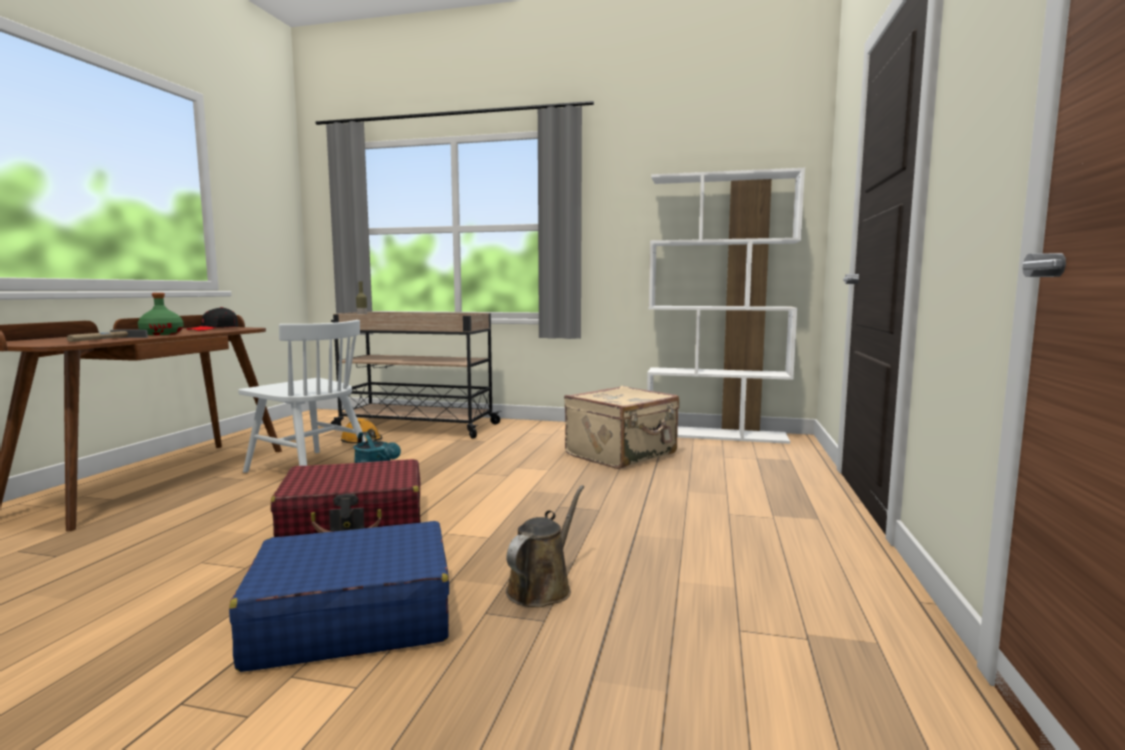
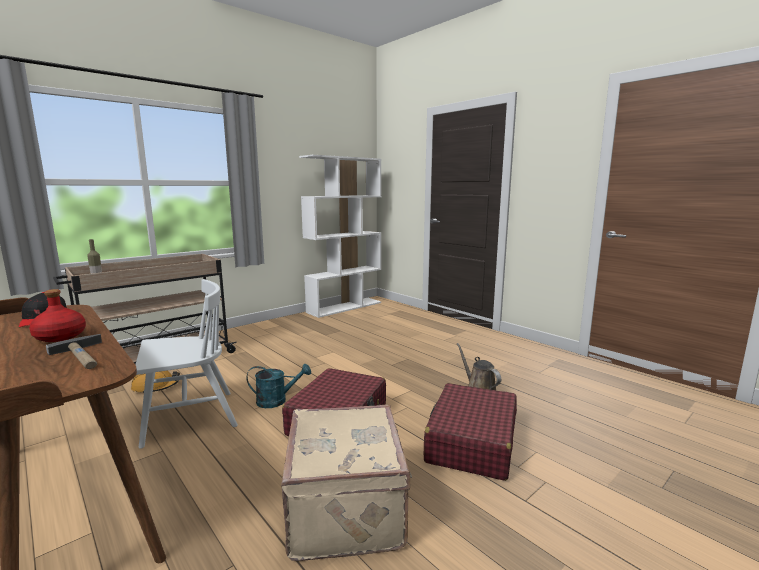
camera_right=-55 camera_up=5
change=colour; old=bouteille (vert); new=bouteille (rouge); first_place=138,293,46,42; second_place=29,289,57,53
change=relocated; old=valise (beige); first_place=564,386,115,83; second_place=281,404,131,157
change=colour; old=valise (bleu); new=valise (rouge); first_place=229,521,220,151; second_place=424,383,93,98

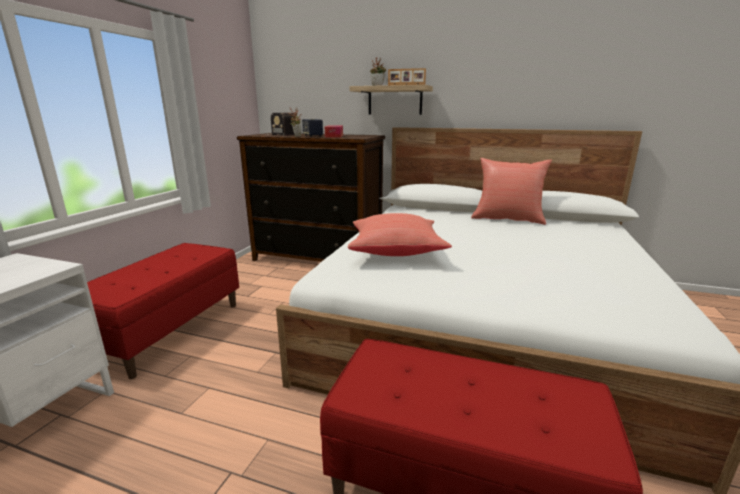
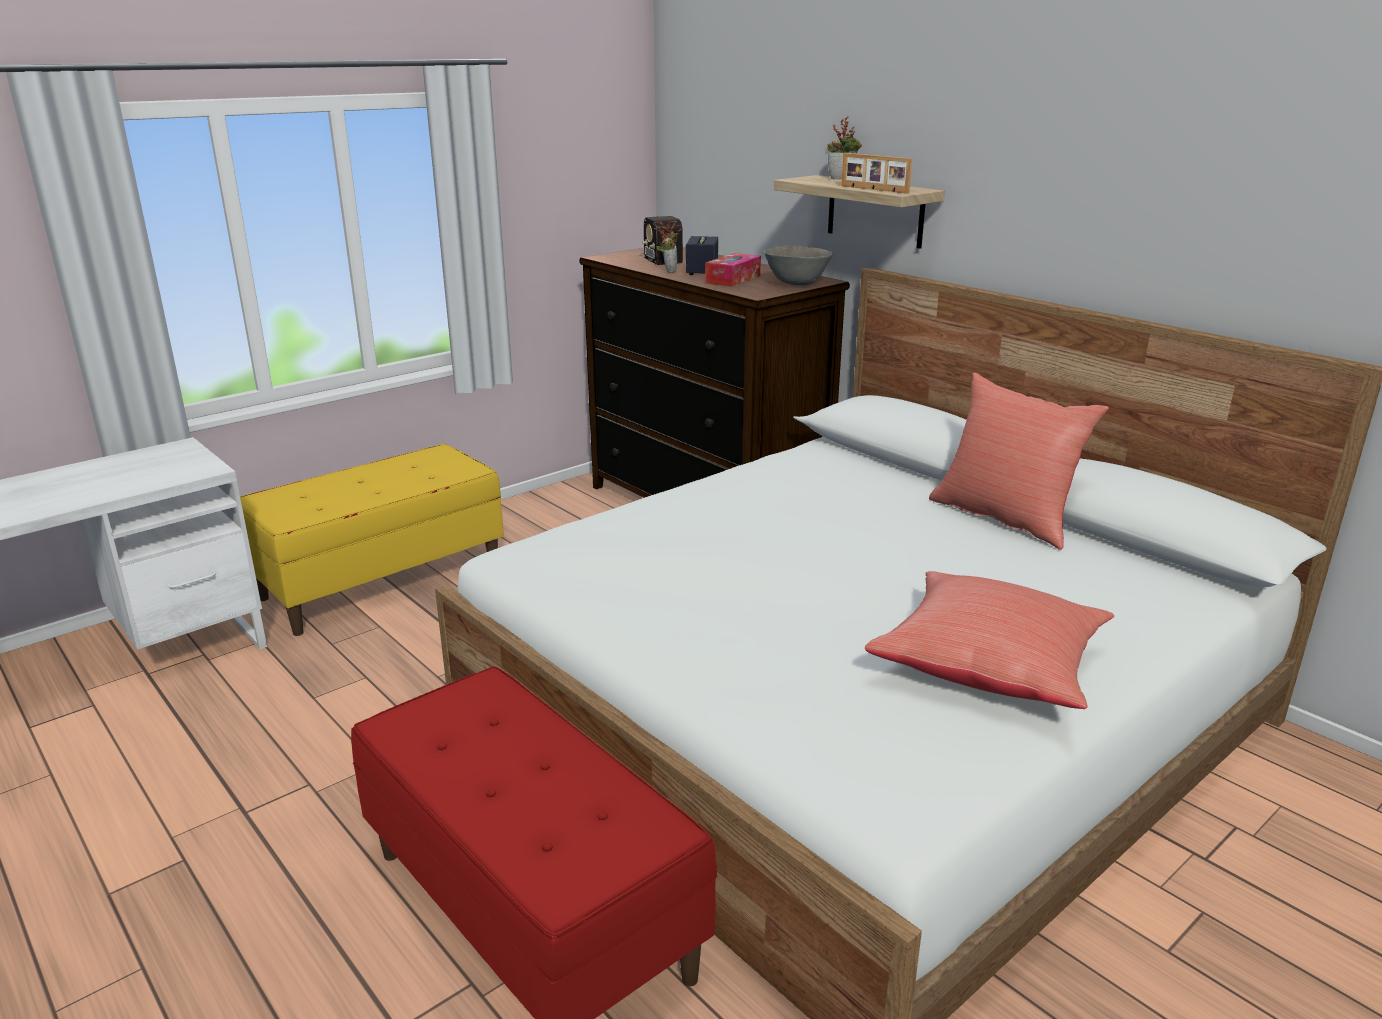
camera_right=30 camera_up=5
change=relocated; old=coussin (rouge); first_place=348,213,104,43; second_place=865,571,249,138
change=colour; old=banc (rouge); new=banc (jaune); first_place=87,243,152,136; second_place=240,444,264,192
change=appeared; new=bol (gris); second_place=764,245,69,41

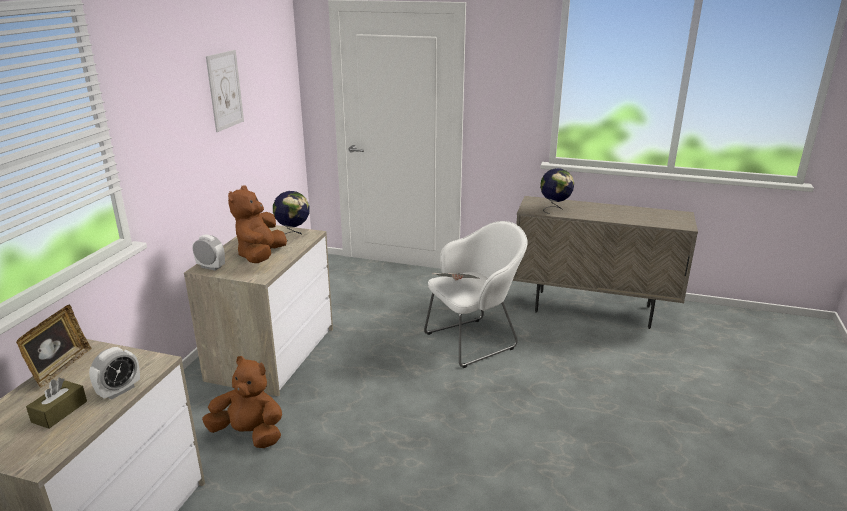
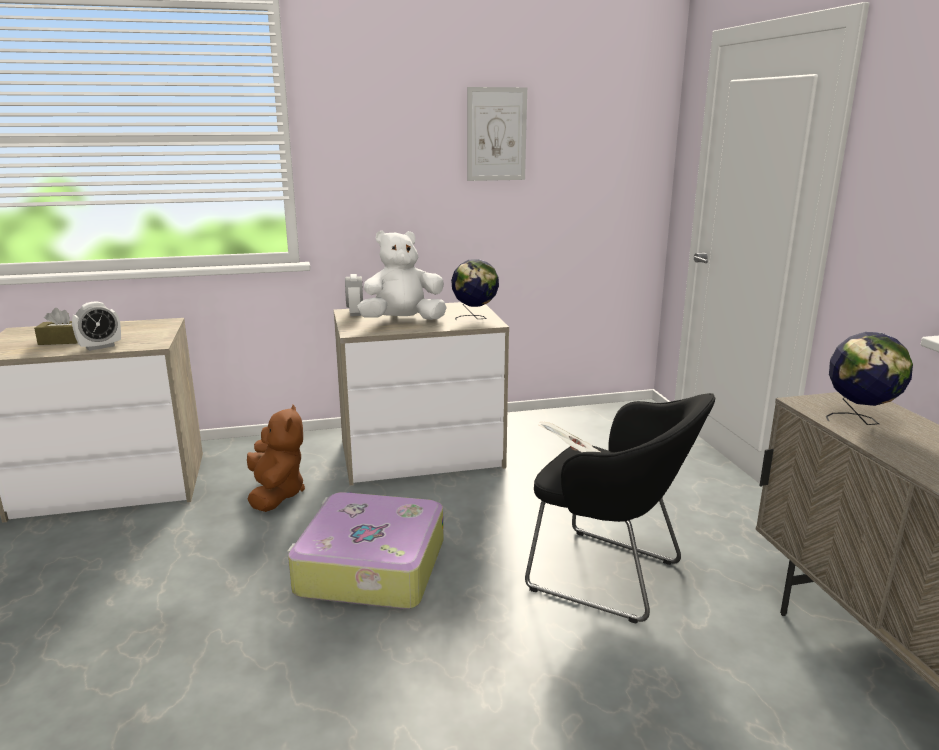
camera_right=60 camera_up=-5
change=colour; old=peluche (marron); new=peluche (blanc); first_place=228,185,59,78; second_place=358,231,89,89
change=colour; old=fauteuil (blanc); new=fauteuil (noir); first_place=424,221,104,147; second_place=525,393,191,231
change=missing; old=cadre photo; first_place=16,305,76,82
change=spun; old=réveil; first_place=89,347,51,53; second_place=72,301,49,50; degrees=-45
change=appeared; new=valise; second_place=287,492,156,117

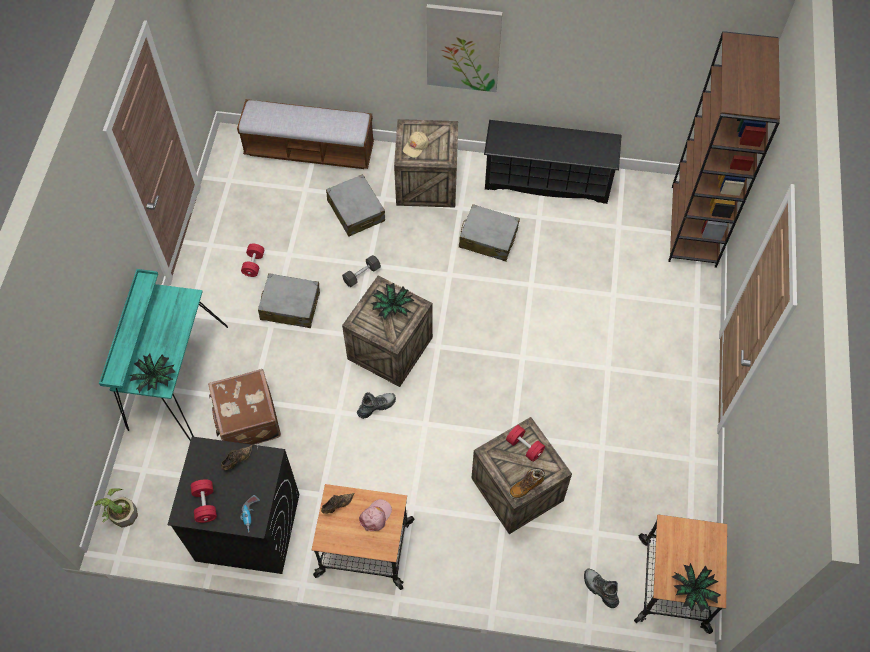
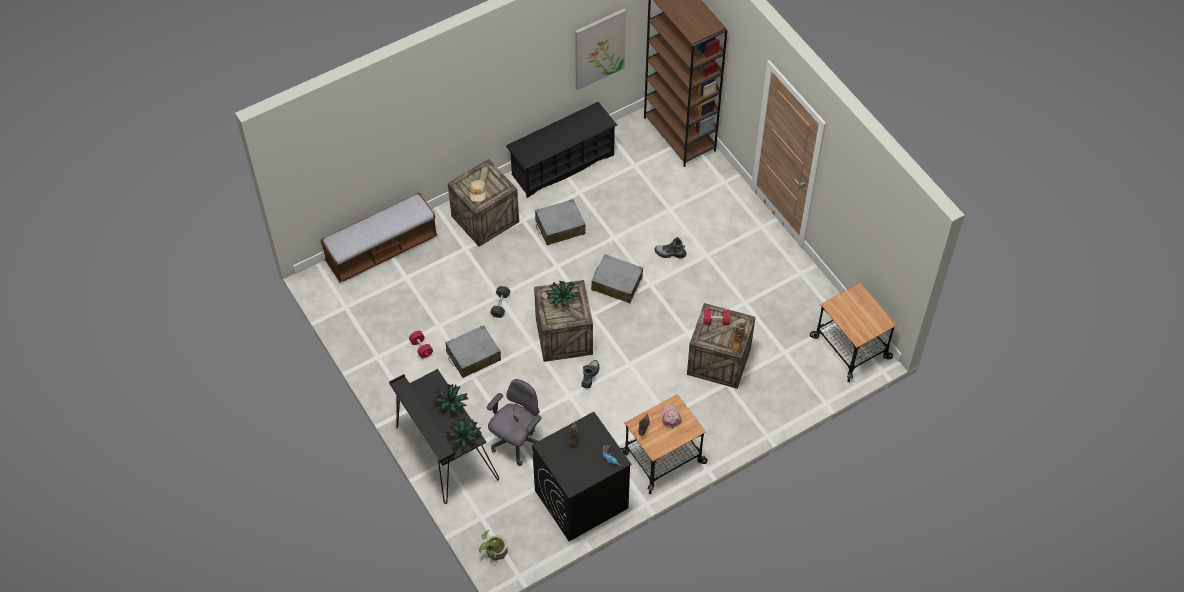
camera_right=-40 camera_up=-5
change=relocated; old=tableau; first_place=426,4,76,88; second_place=575,9,51,81
change=relocated; old=valise (gris); first_place=326,174,59,63; second_place=591,254,52,49
change=colour; old=bureau (turquoise); new=bureau (noir); first_place=99,269,129,172; second_place=389,369,110,135
change=exchanged; old=valise (marron); new=chaise de bureau (gris); first_place=208,369,73,76; second_place=487,379,55,87
change=missing; old=haltère (rouge); first_place=191,480,26,43
change=relocated; old=plante en pot; first_place=672,563,49,50; second_place=433,384,35,30
change=relocated; old=botte; first_place=584,568,35,40; second_place=655,237,32,21

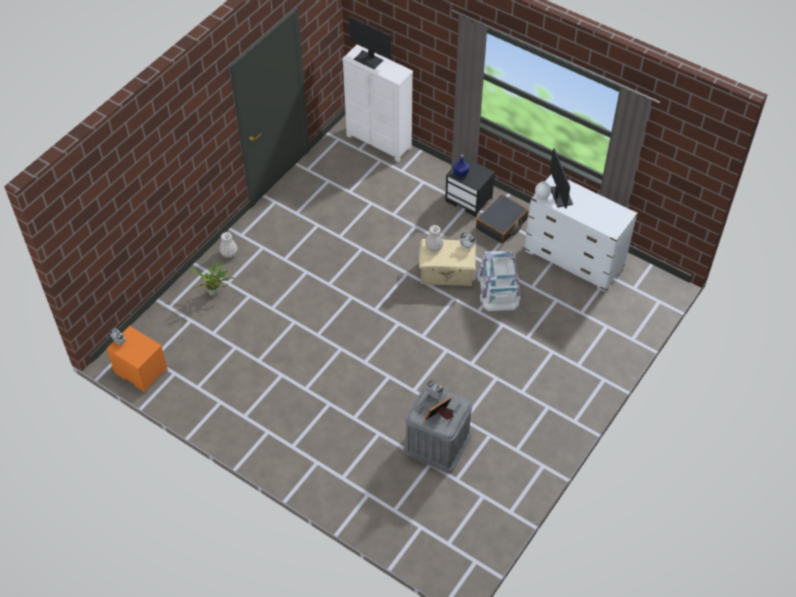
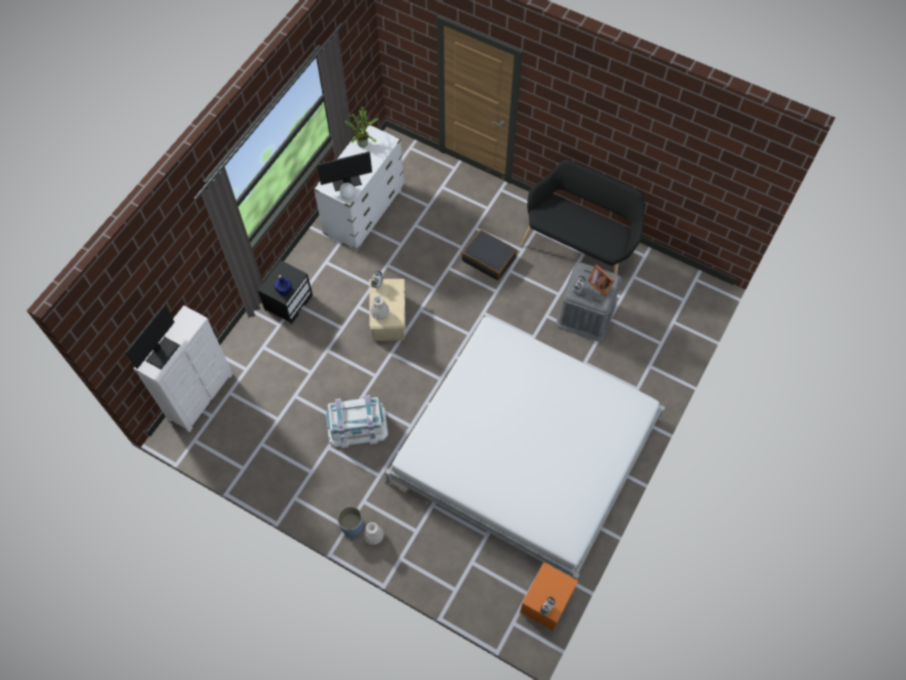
camera_right=-95 camera_up=10
change=relocated; old=valise (noir); first_place=476,194,52,50; second_place=462,230,55,51
change=relocated; old=boîte de rangement (blanc); first_place=477,251,44,60; second_place=326,395,62,53
change=relocated; old=plante en pot; first_place=192,262,44,34; second_place=345,106,33,42
change=appeared; new=banc (noir); second_place=520,160,124,114
change=appeared; new=lit (blanc); second_place=385,316,280,264
change=appeared; new=cache-pot (bleu); second_place=337,506,27,30

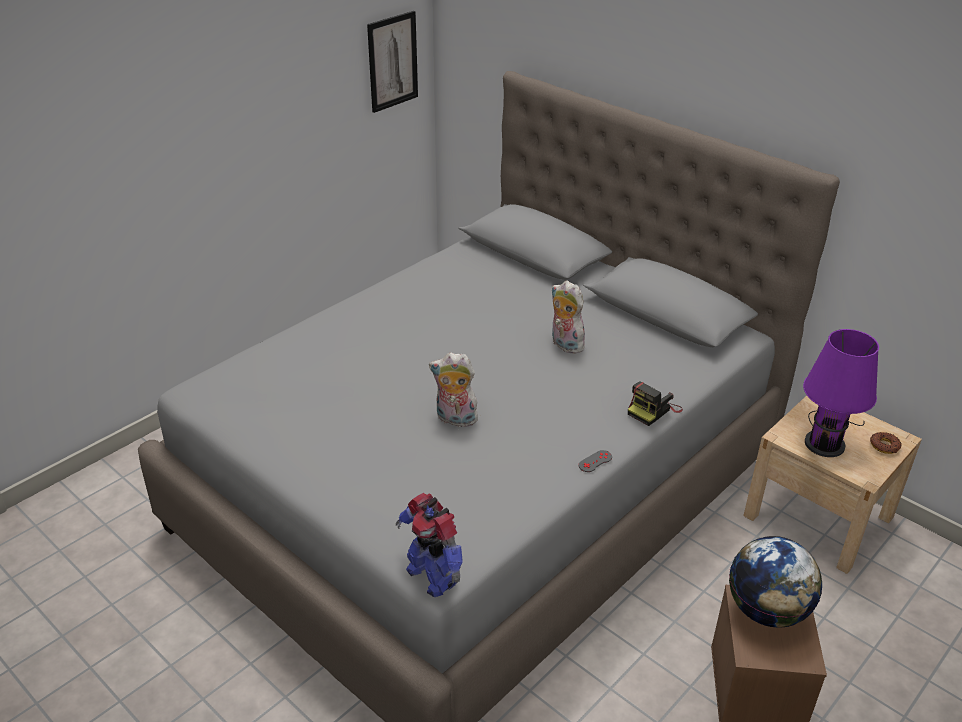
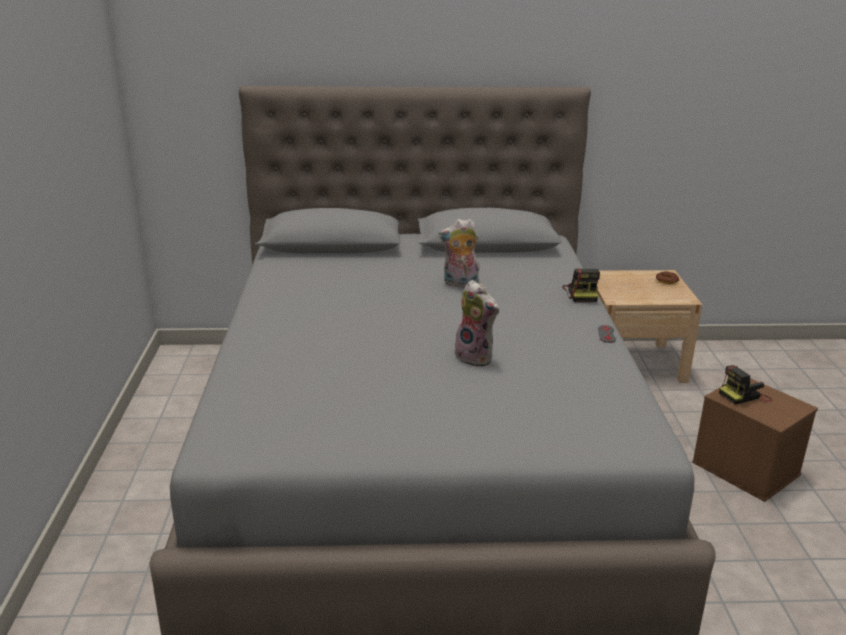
camera_right=-45 camera_up=-10
change=missing; old=tableau; first_place=367,11,51,102
change=missing; old=lampe de table (violet); first_place=803,329,76,128
change=spun; old=peluche; first_place=429,353,49,74; second_place=455,280,44,87; degrees=-105
change=missing; old=robot jouet; first_place=396,493,67,104
change=exchanged; old=globe; new=appareil photo; first_place=729,536,93,92; second_place=719,365,53,40

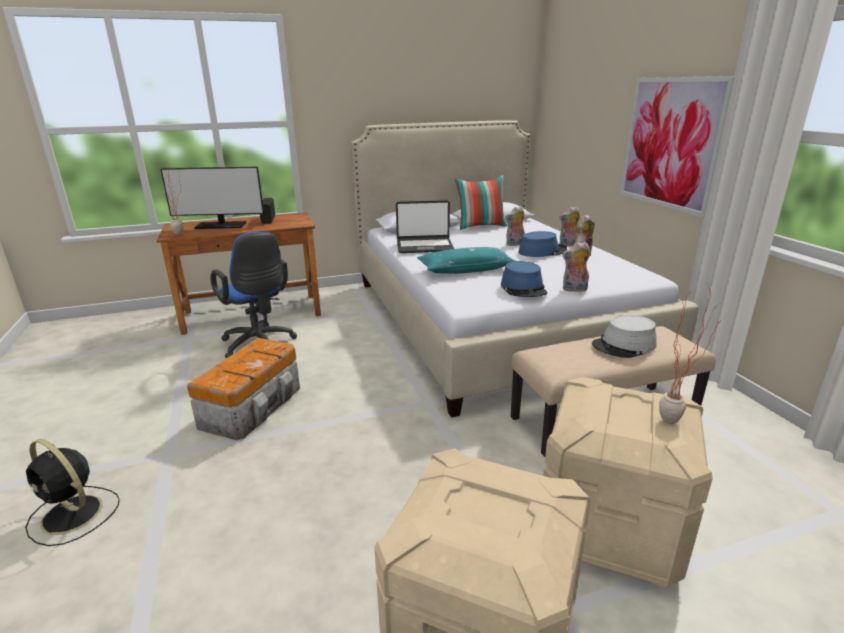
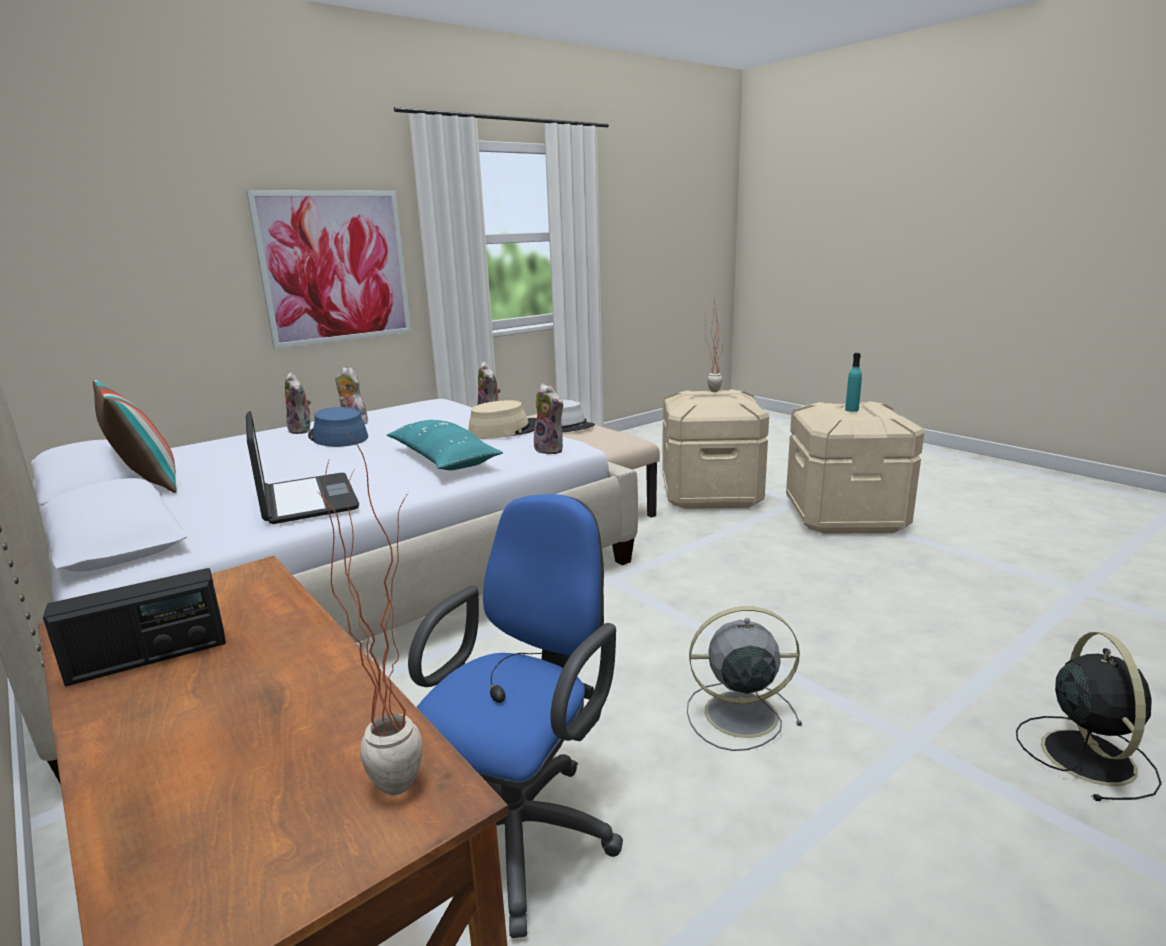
camera_right=-110 camera_up=-5
change=missing; old=écran d'ordinateur; first_place=161,167,103,62
change=relocated; old=peluche; first_place=506,206,19,40; second_place=534,384,29,71
change=colour; old=chapeau (bleu); new=chapeau (beige); first_place=501,261,46,36; second_place=468,400,69,39
change=exchanged; old=boîte de rangement; new=ventilateur (gris); first_place=187,338,113,102; second_place=687,606,115,145
change=appeared; new=bouteille (turquoise); second_place=845,353,17,59

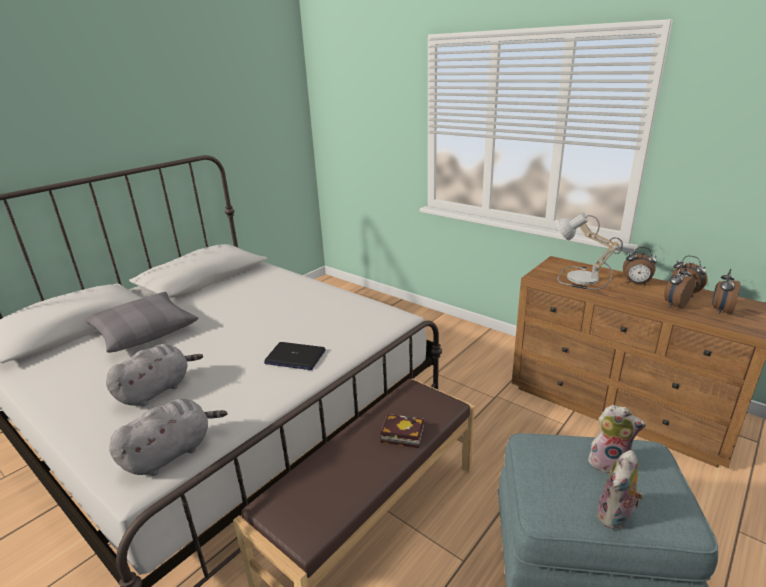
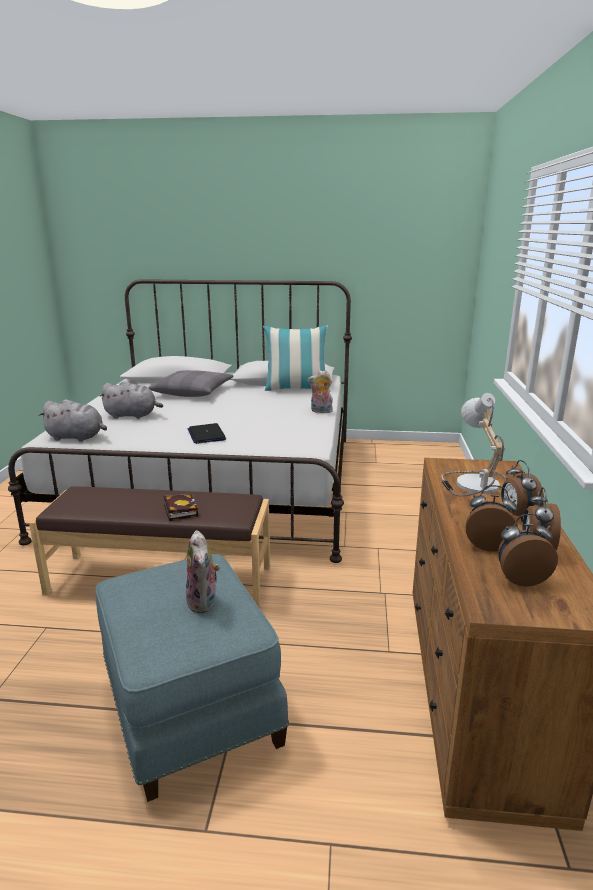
camera_right=55 camera_up=-5
change=relocated; old=peluche; first_place=596,450,47,80; second_place=308,370,25,43
change=appeared; new=coussin; second_place=263,325,67,66

